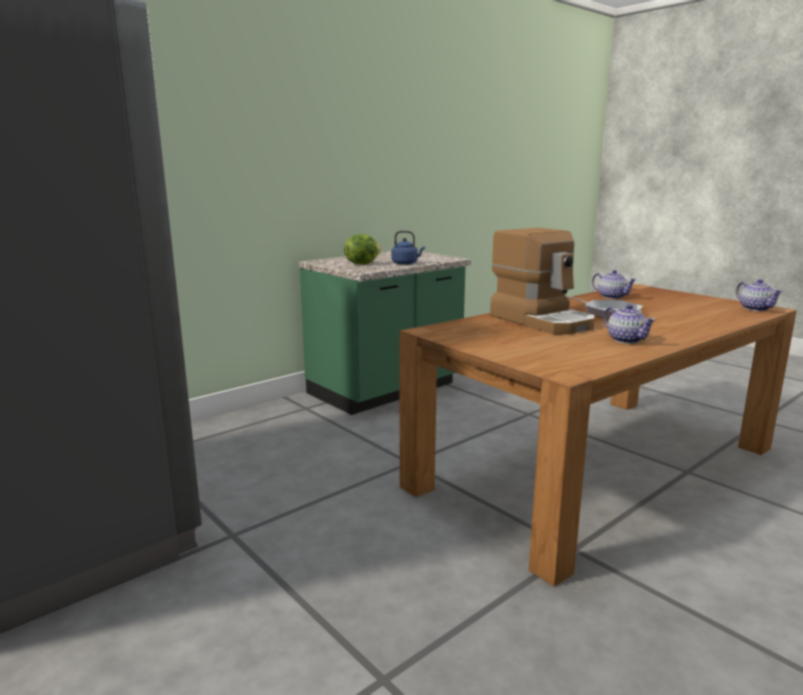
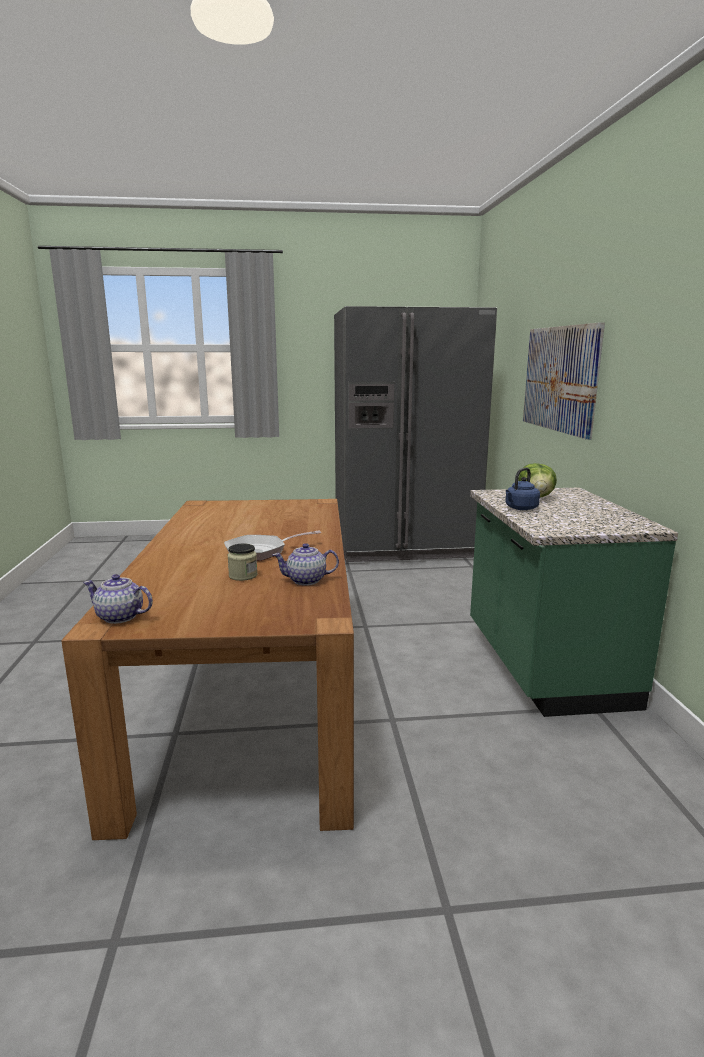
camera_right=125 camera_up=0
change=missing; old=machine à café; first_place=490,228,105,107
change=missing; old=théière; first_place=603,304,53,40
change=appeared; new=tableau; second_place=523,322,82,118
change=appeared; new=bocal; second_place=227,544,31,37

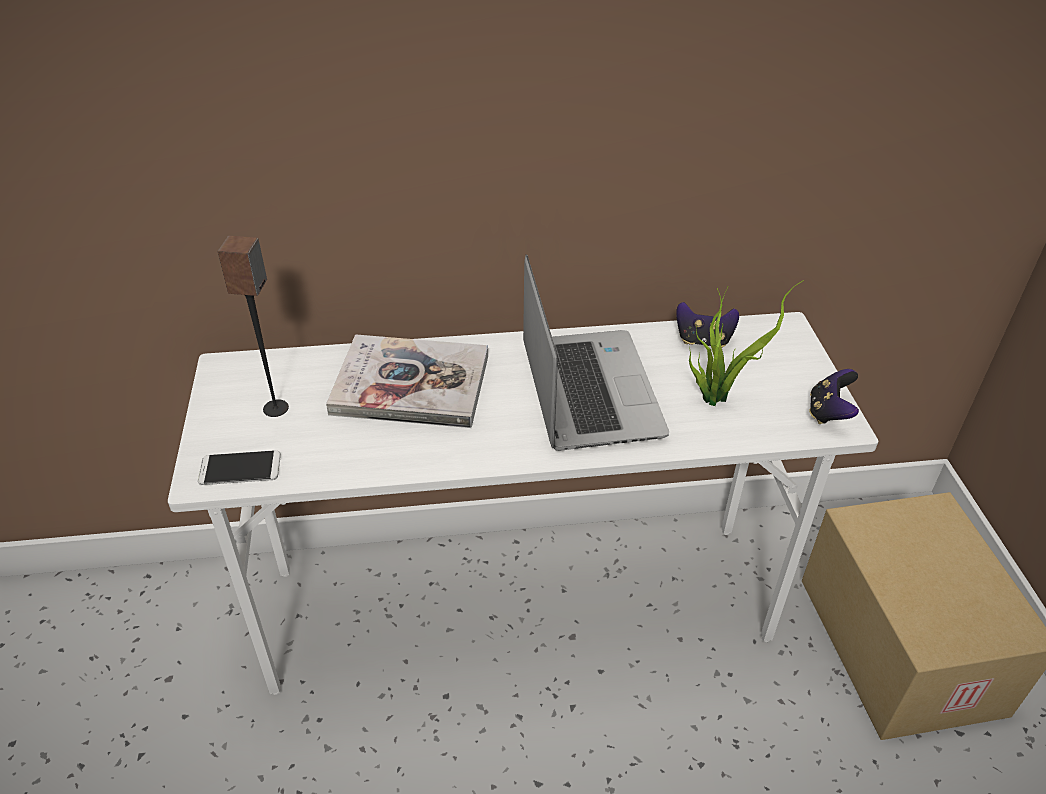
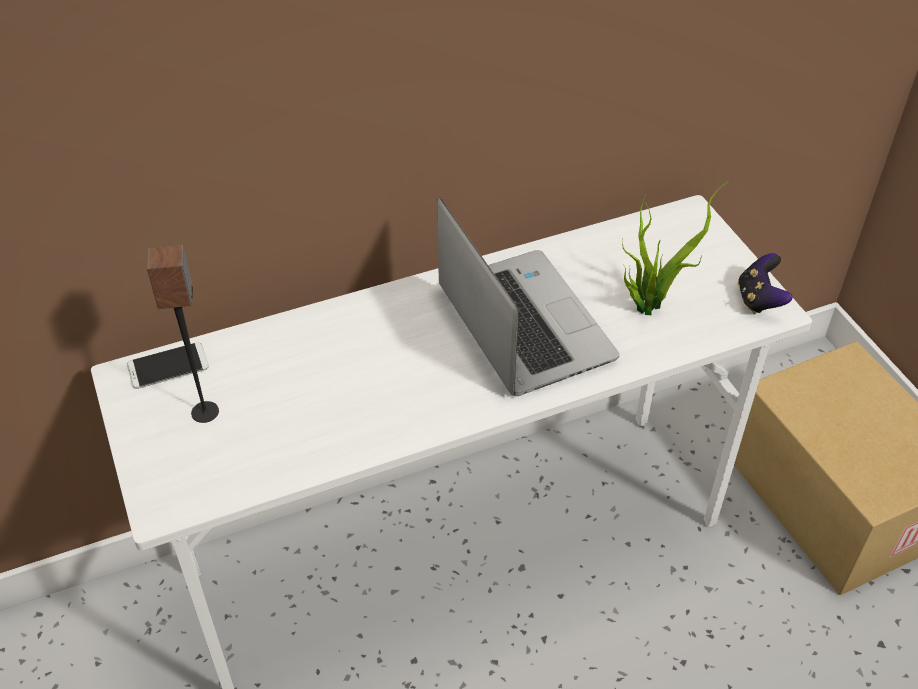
camera_right=-15 camera_up=5
change=missing; old=manette; first_place=676,302,63,46
change=missing; old=livre; first_place=326,334,162,94
change=relocated; old=téléphone; first_place=198,450,83,35; second_place=127,342,82,47

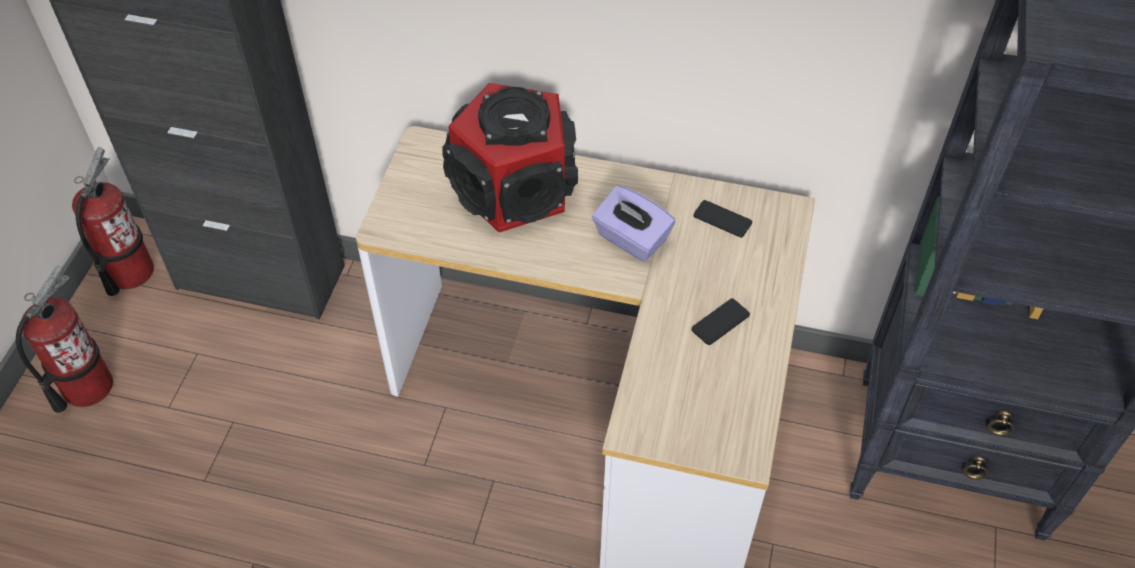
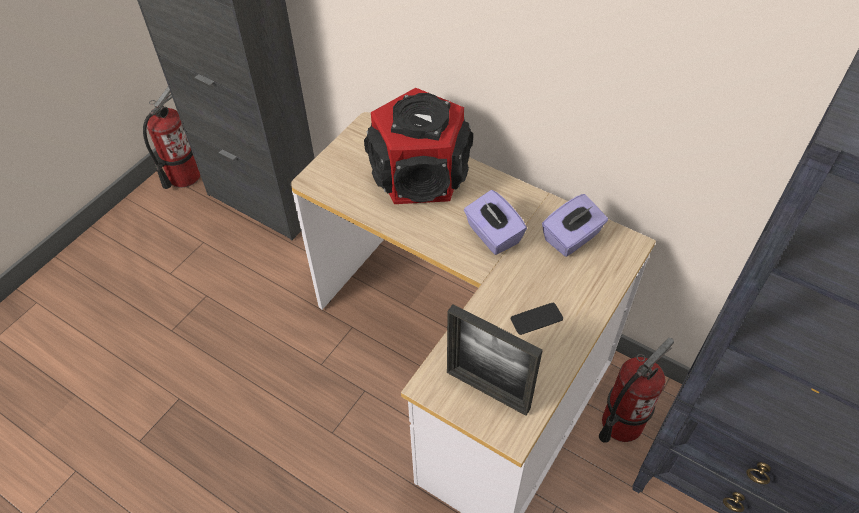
camera_right=20 camera_up=0
change=exchanged; old=téléphone; new=boîte à mouchoirs (violet); first_place=693,200,59,37; second_place=542,194,66,63
change=relocated; old=extincteur; first_place=16,266,97,147; second_place=599,338,75,105
change=appeared; new=cadre photo; second_place=447,304,96,112

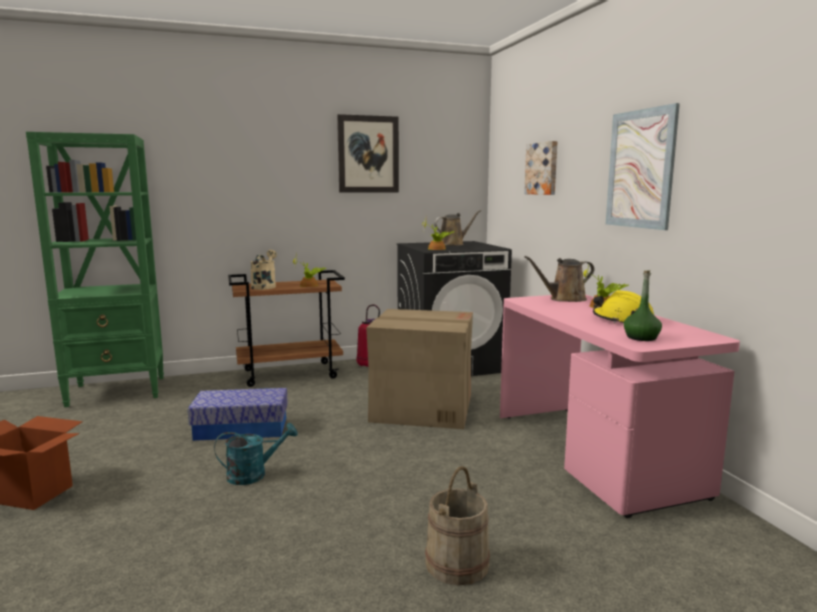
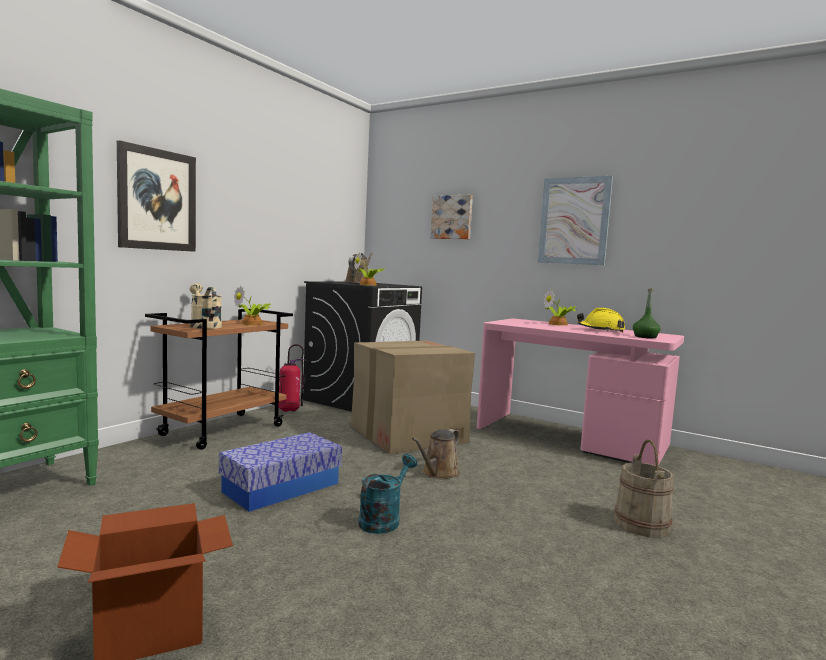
camera_right=-40 camera_up=-5
change=relocated; old=tableau; first_place=337,114,62,79; second_place=117,140,79,112
change=relocated; old=arrosoir (marron); first_place=524,256,70,46; second_place=412,429,48,50

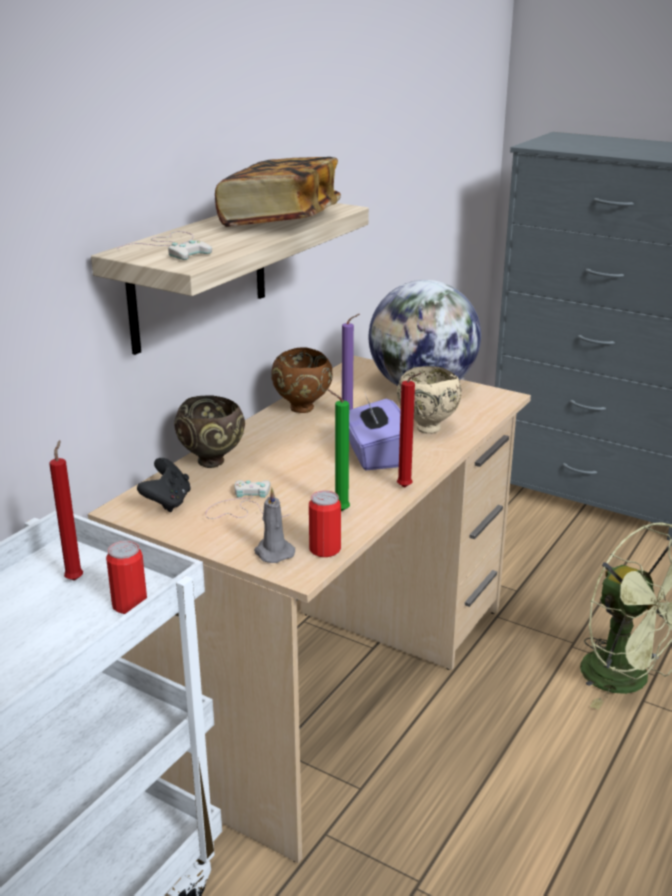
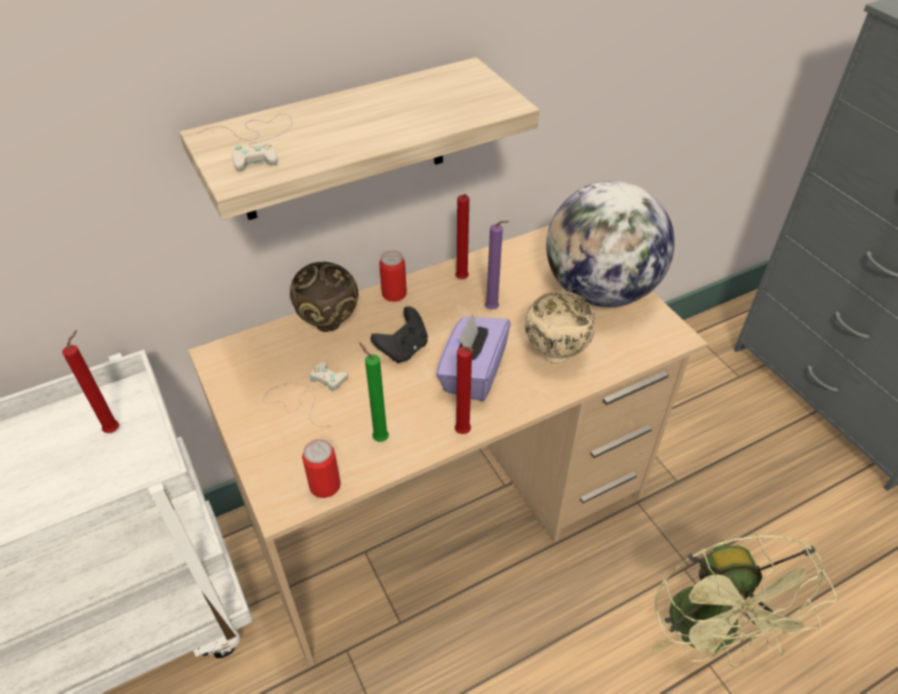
camera_right=30 camera_up=20
change=missing; old=livre; first_place=215,157,126,70
change=exchanged; old=bol (marron); new=bougie (rouge); first_place=271,347,62,66; second_place=455,194,14,85
change=relocated; old=manette (noir); first_place=137,458,54,54; second_place=371,306,57,57
change=missing; old=bougie (gris); first_place=254,488,41,75
change=relocated; old=boîte métallique; first_place=106,540,41,74; second_place=379,250,28,52

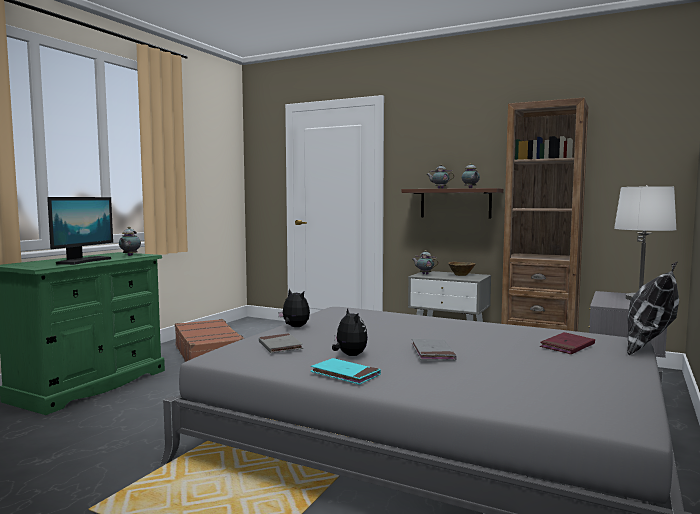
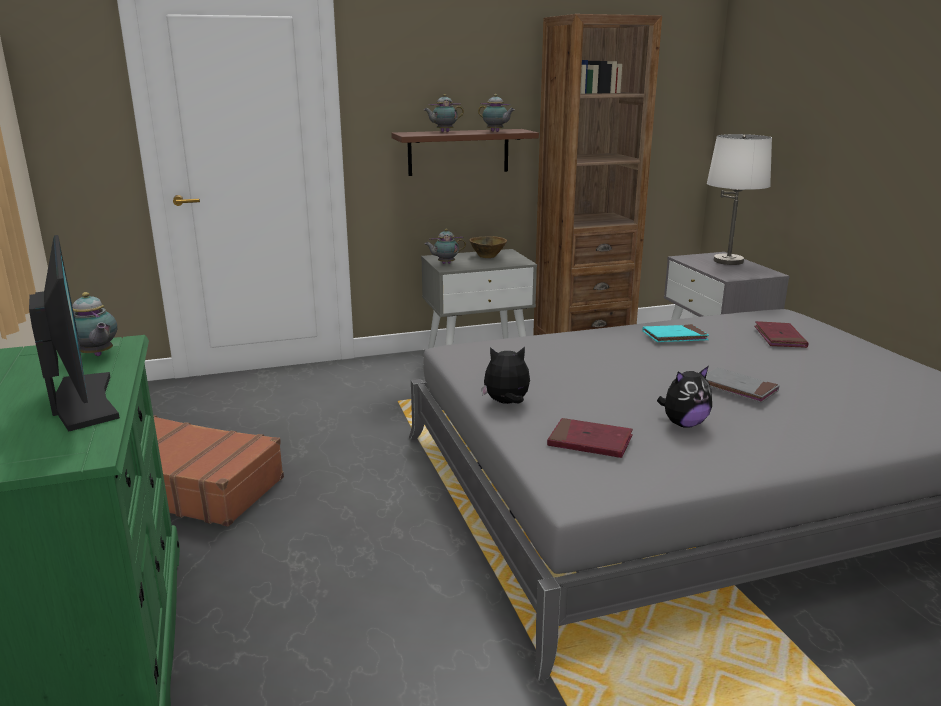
camera_right=-45 camera_up=15
change=missing; old=coussin; first_place=627,262,52,94
change=spun; old=peluche; first_place=332,308,36,48; second_place=657,366,55,62; degrees=135
change=colour; old=livre (gris); new=livre (rouge); first_place=259,333,44,20; second_place=547,418,86,40
change=relocated; old=livre (turquoise); first_place=311,358,70,27; second_place=642,324,67,18

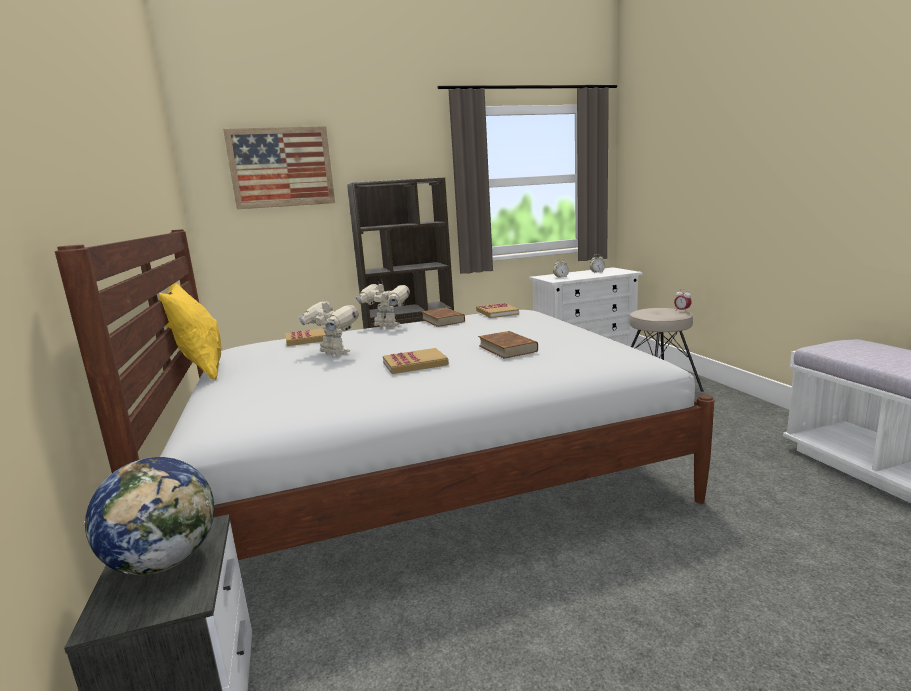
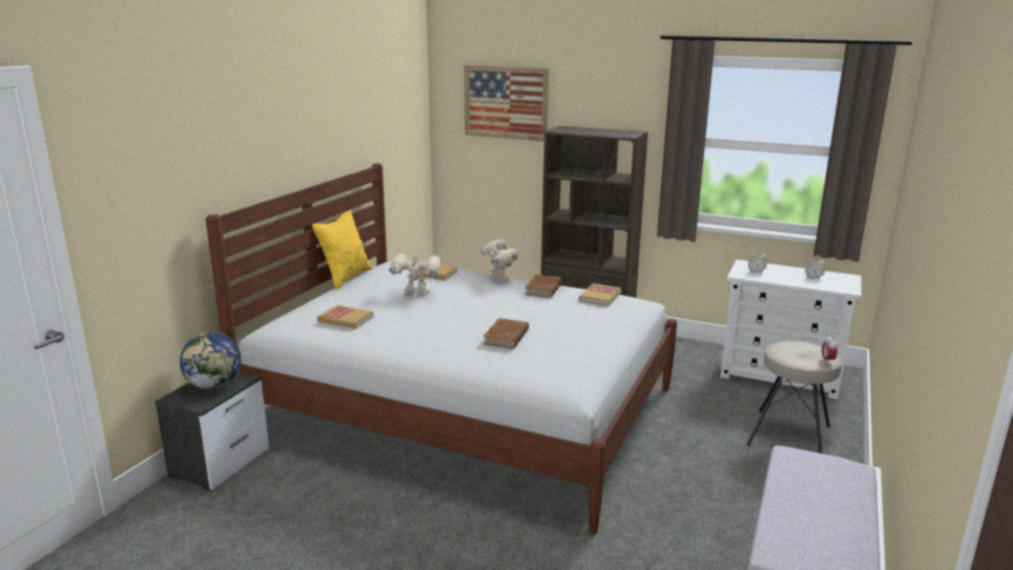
camera_right=40 camera_up=5
change=spun; old=robot jouet; first_place=299,297,60,58; second_place=389,253,52,42; degrees=-75
change=relocated; old=livre; first_place=383,348,66,26; second_place=317,305,57,24

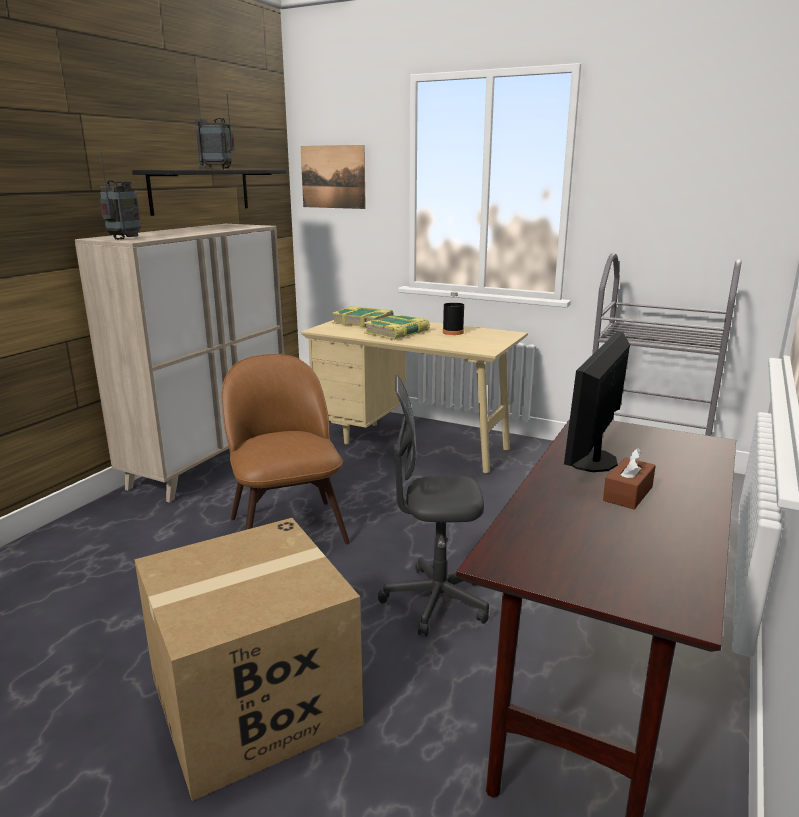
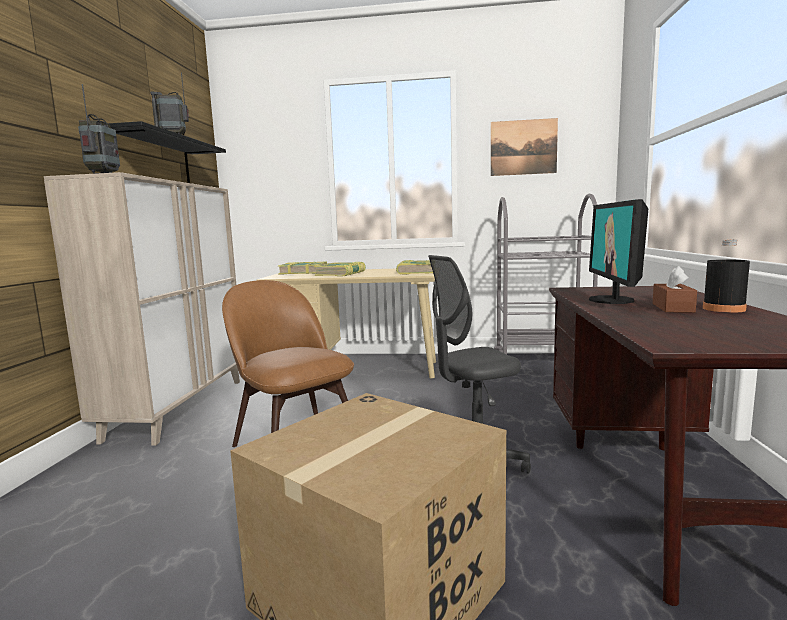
camera_right=-20 camera_up=-10
change=relocated; old=tableau; first_place=301,145,65,64; second_place=491,118,67,58
change=relocated; old=bouteille (noir); first_place=443,292,21,43; second_place=703,239,47,73
change=appeared; new=livre; second_place=396,260,37,15

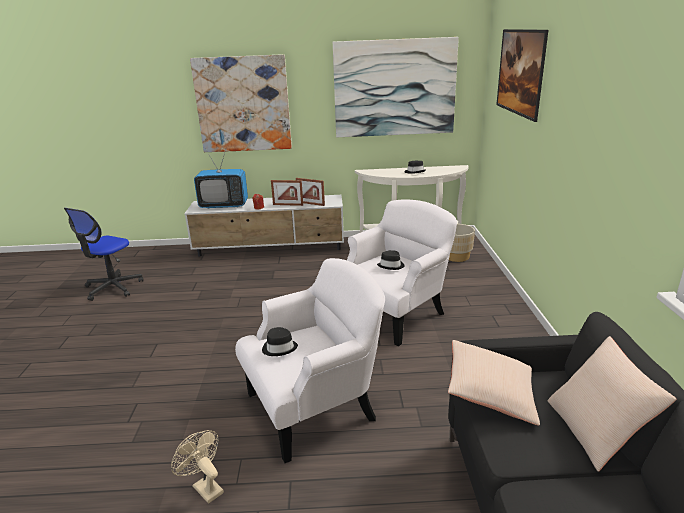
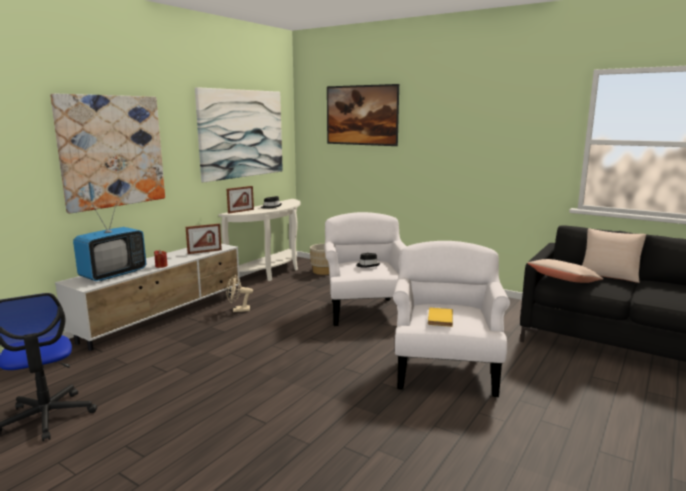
camera_right=-55 camera_up=-10
change=relocated; old=cadre photo; first_place=271,180,32,26; second_place=227,186,27,28
change=exchanged; old=chapeau (noir); new=livre (jaune); first_place=262,327,36,29; second_place=428,308,25,19
change=relocated; old=ventilateur (beige); first_place=171,430,53,74; second_place=226,275,27,37

